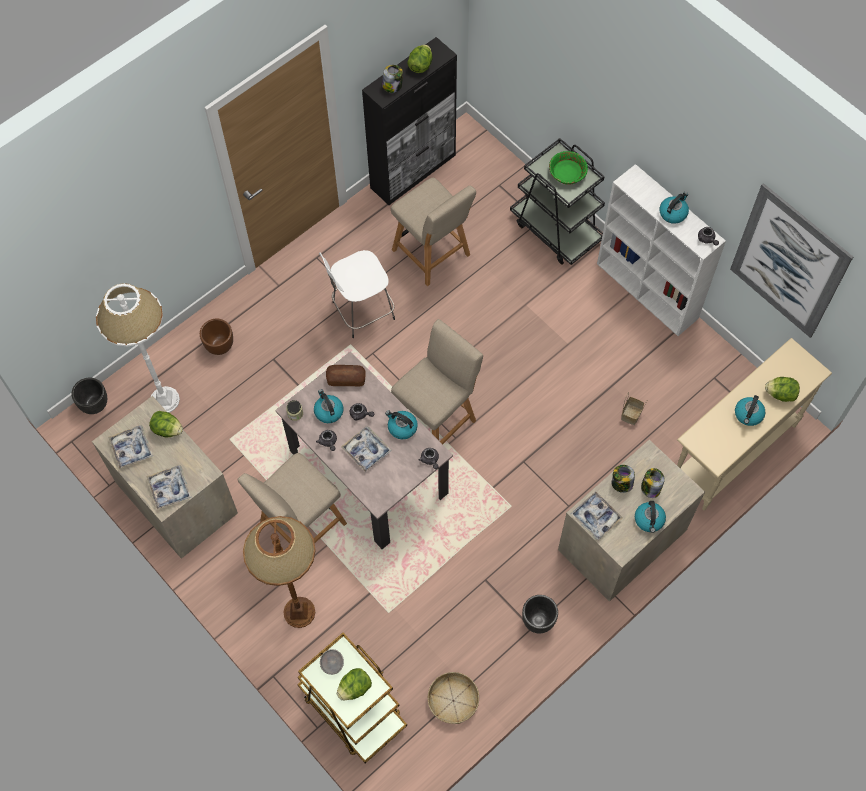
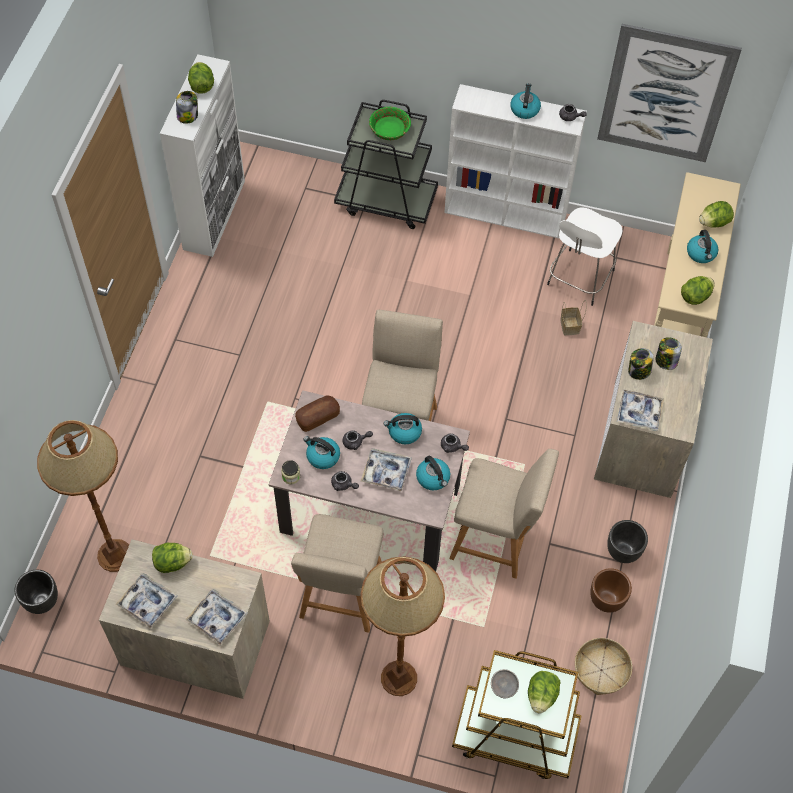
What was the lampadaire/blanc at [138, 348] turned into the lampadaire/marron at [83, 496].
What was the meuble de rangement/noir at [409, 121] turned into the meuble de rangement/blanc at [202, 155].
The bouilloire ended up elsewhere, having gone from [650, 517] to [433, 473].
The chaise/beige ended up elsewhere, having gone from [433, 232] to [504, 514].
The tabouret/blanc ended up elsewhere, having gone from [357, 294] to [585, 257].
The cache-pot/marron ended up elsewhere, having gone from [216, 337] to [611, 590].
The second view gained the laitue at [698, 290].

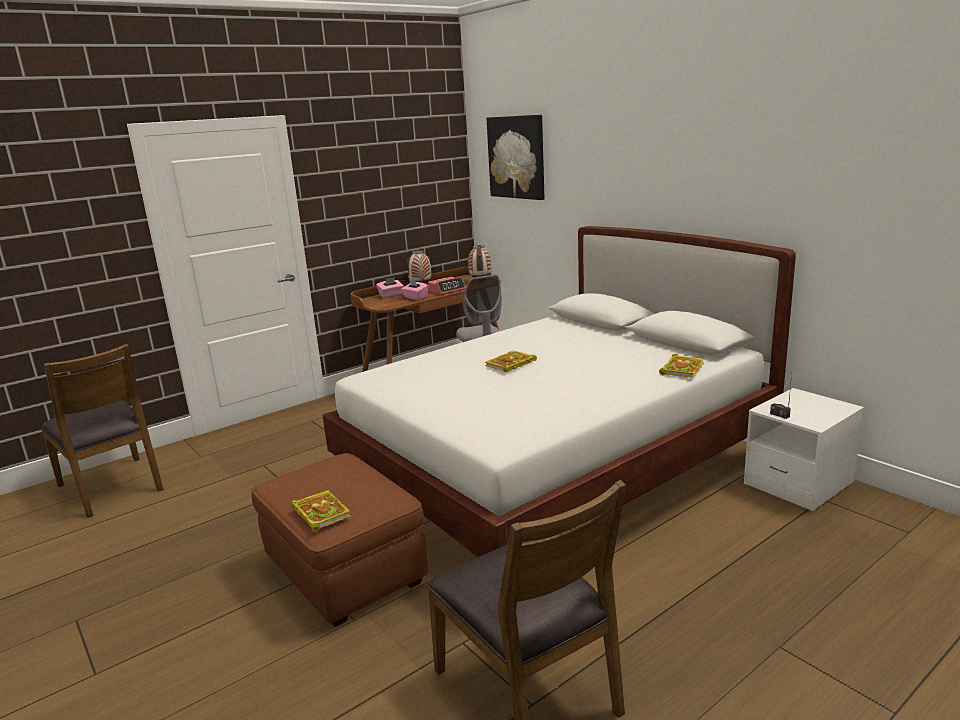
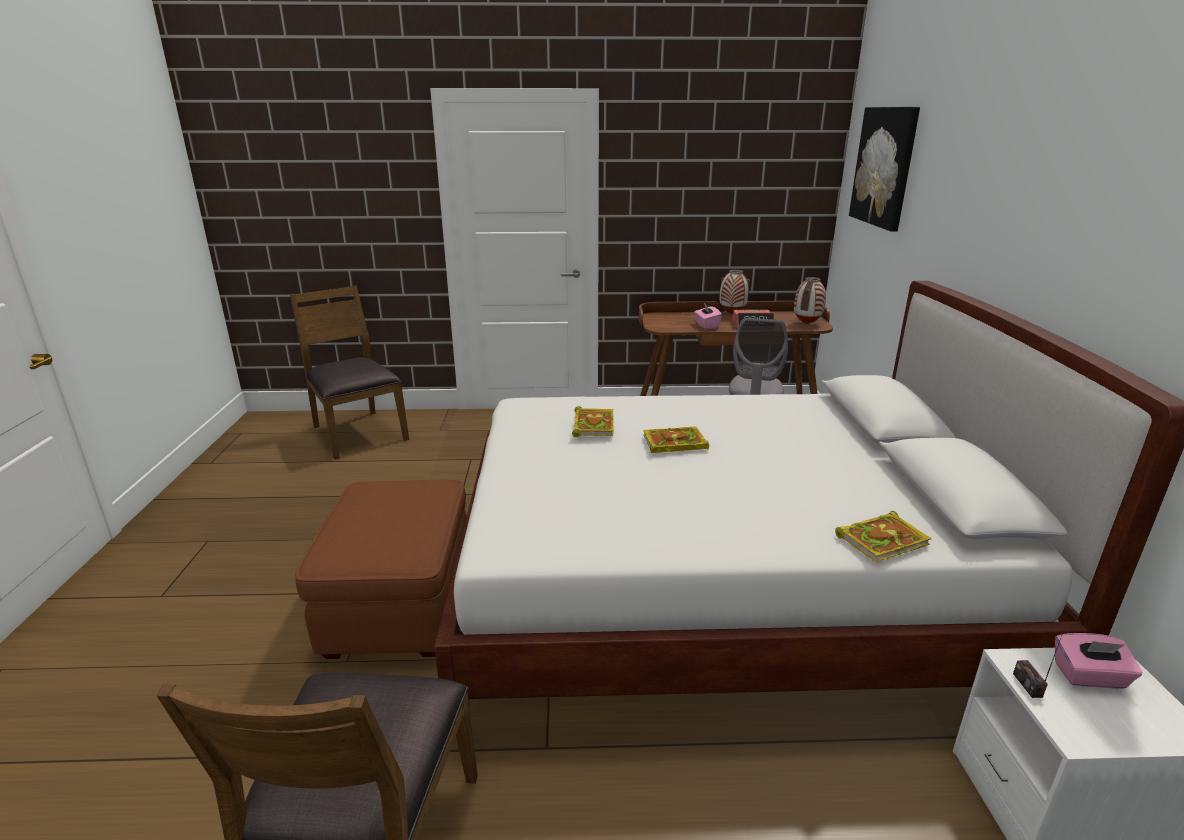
The chaise/marron at [102, 431] ended up facing another way, 150 degrees clockwise from before.
The livre ended up elsewhere, having gone from [320, 511] to [593, 421].
The boîte à mouchoirs/rose ended up elsewhere, having gone from [390, 287] to [1099, 661].

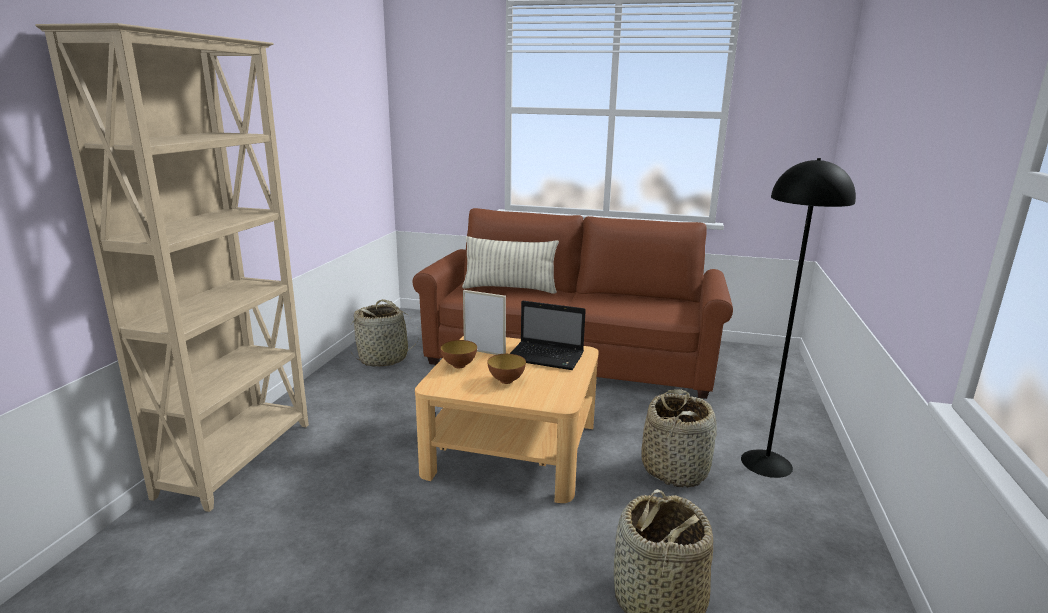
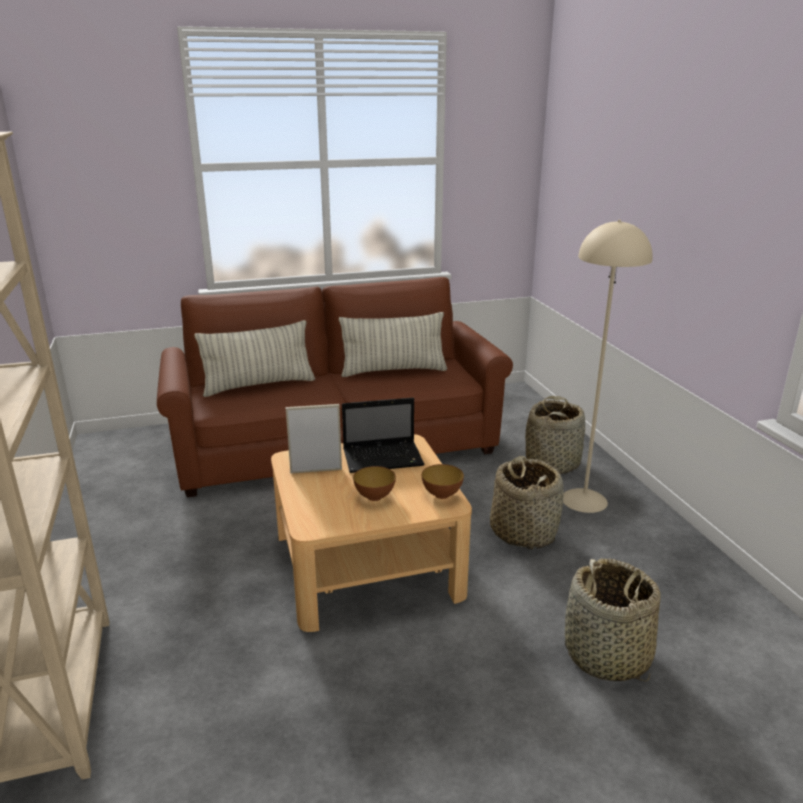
The second view gained the coussin at [393, 344].
The bol ended up elsewhere, having gone from [459, 354] to [443, 481].
The panier ended up elsewhere, having gone from [384, 333] to [555, 435].
What was the lampadaire/noir at [798, 318] turned into the lampadaire/beige at [608, 366].

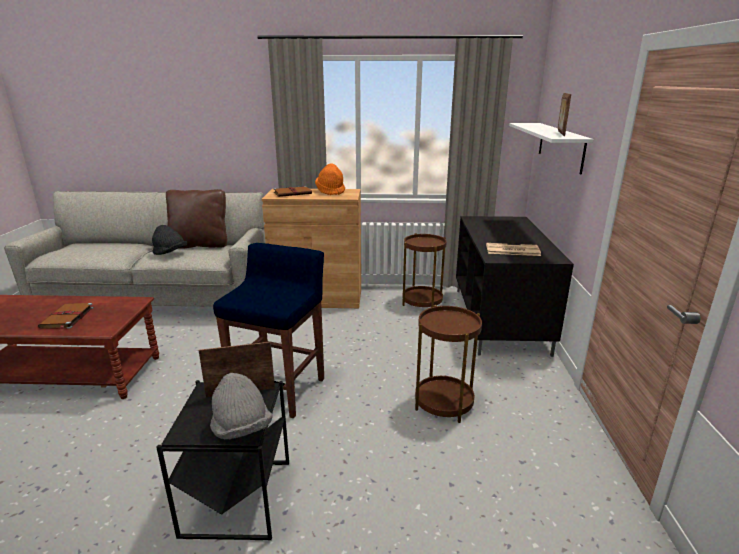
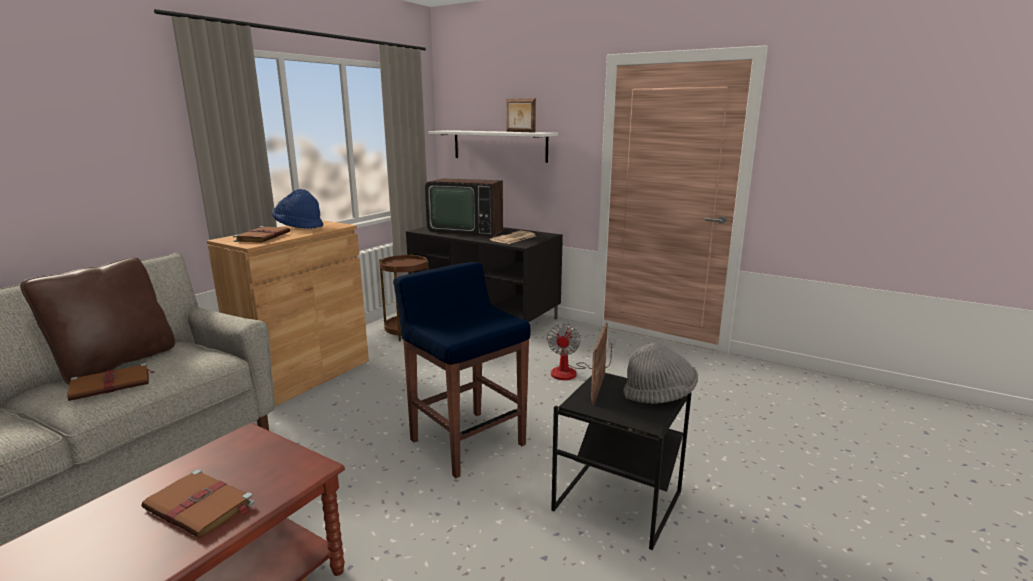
Where the chapeau/noir stood at [169, 240], the livre/marron came to stand at [111, 382].
What was the chapeau/orange at [330, 179] turned into the chapeau/bleu at [297, 209].
The second view gained the téléviseur at [464, 207].
Where the table d'appoint/marron stood at [448, 364], the ventilateur came to stand at [581, 352].

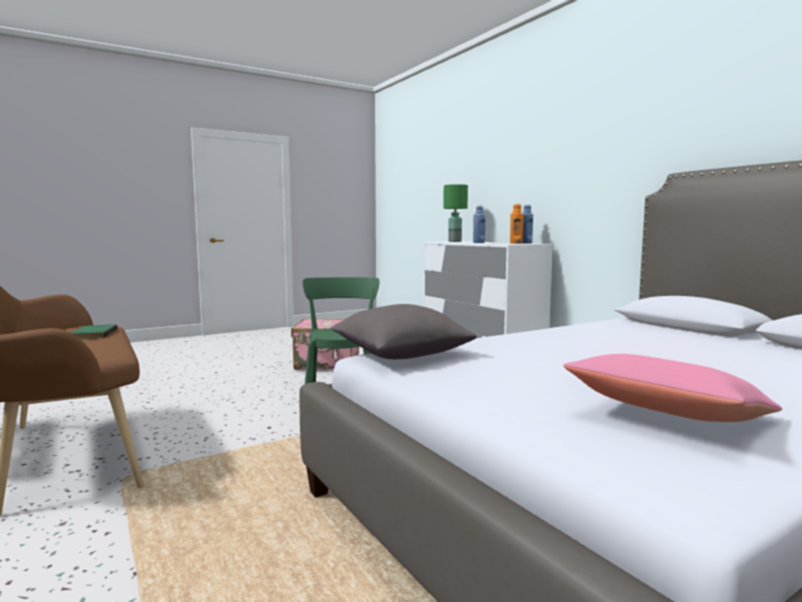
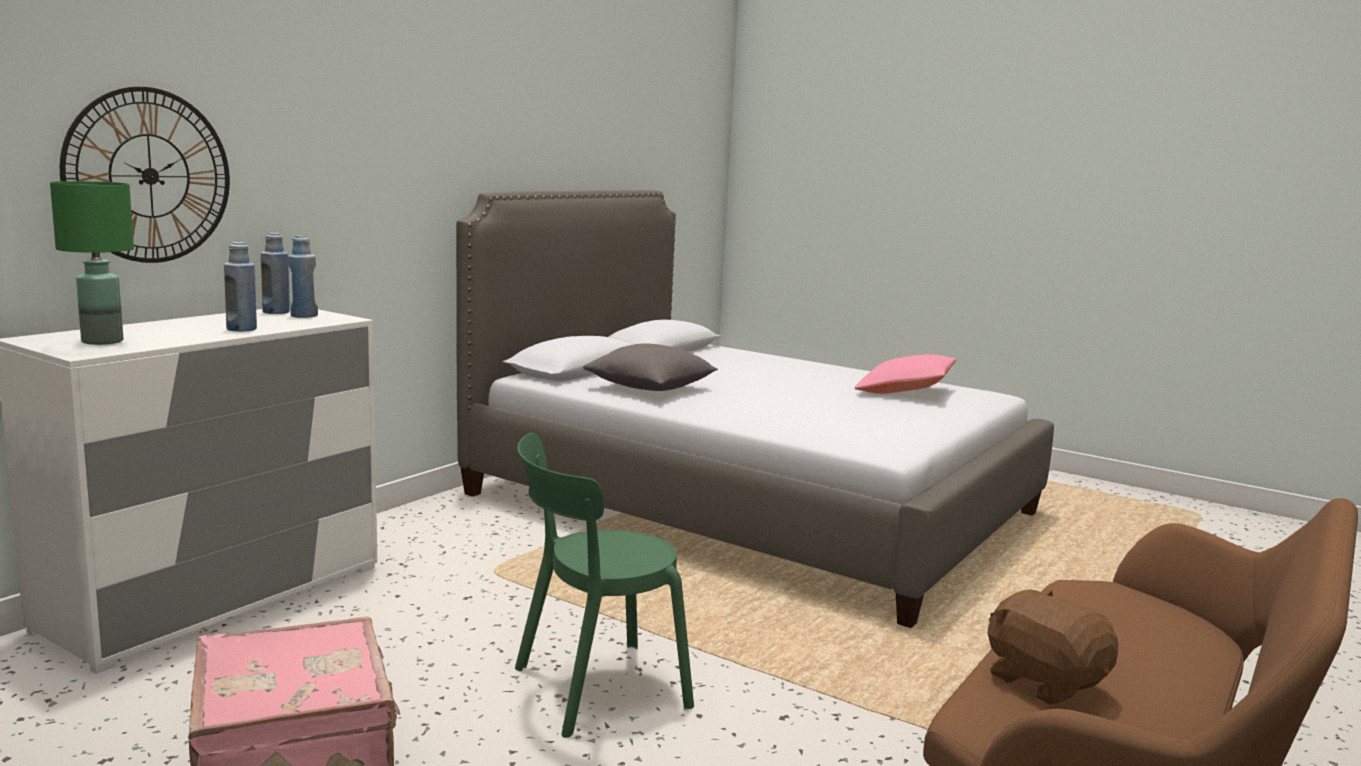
The second view gained the horloge murale at [145, 175].
What was the bouteille/orange at [516, 224] turned into the bouteille/bleu at [303, 277].
The coussin/gris ended up elsewhere, having gone from [403, 331] to [650, 367].
Where the livre/vert stood at [94, 331], the peluche/marron came to stand at [1053, 646].

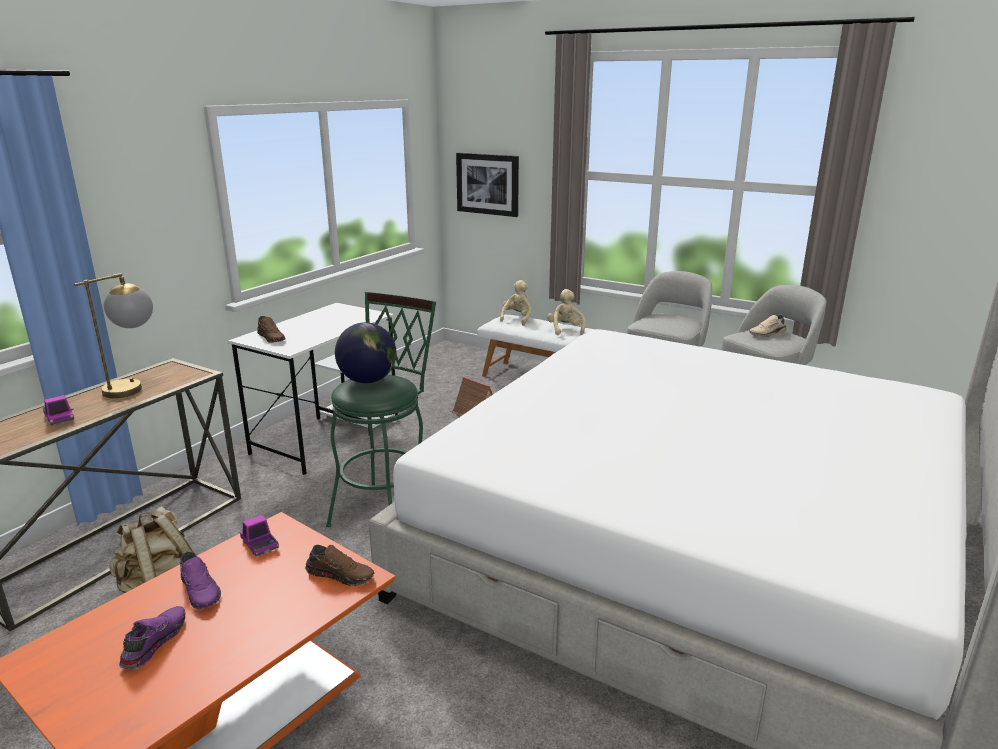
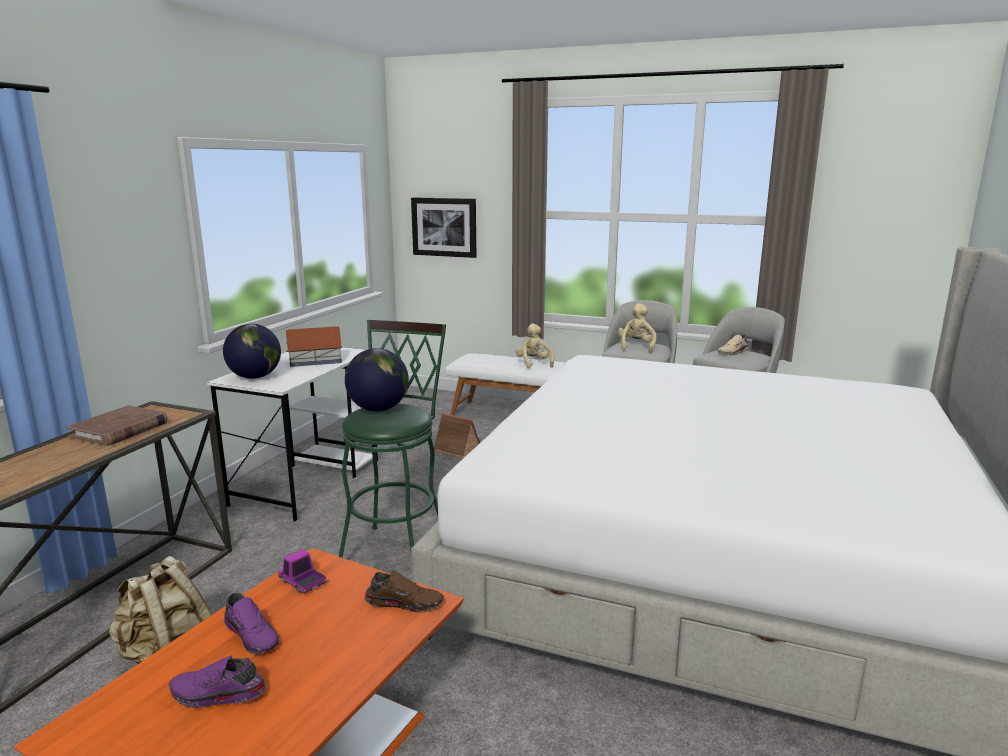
Where the lampe de table stood at [113, 335], the livre/marron came to stand at [117, 425].
The chaussure/violet at [152, 637] ended up facing another way, 90 degrees counterclockwise from before.
Where the chaussure/marron stood at [271, 329], the globe came to stand at [252, 351].
The second view gained the maison miniature at [314, 346].
The peluche/beige ended up elsewhere, having gone from [516, 303] to [637, 328].
The second view lost the camion jouet at [58, 410].

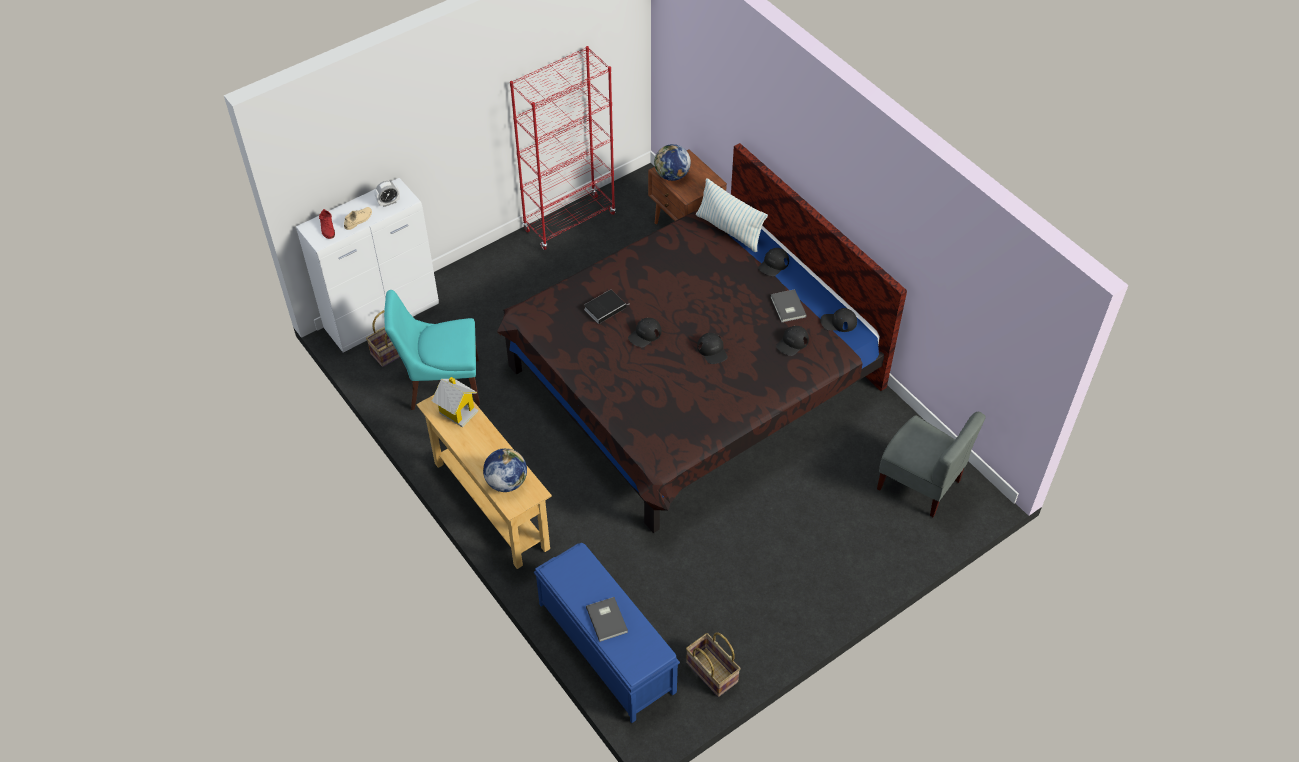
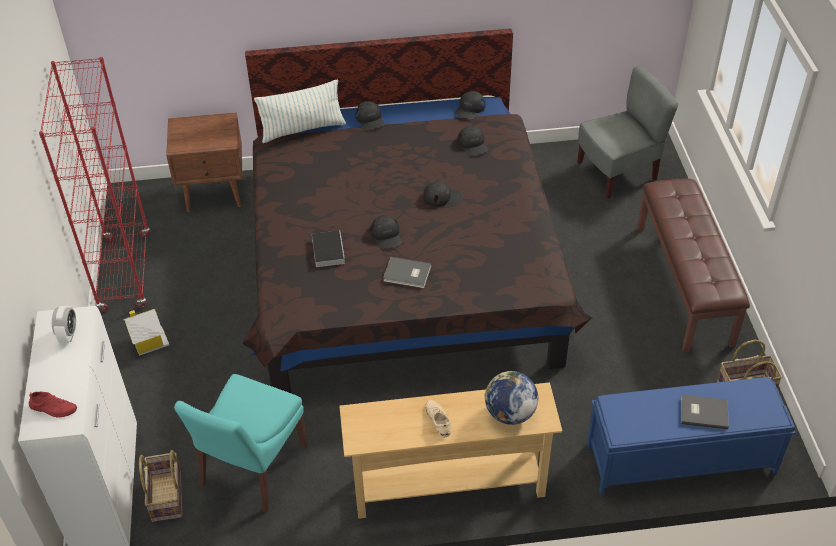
The maison miniature ended up elsewhere, having gone from [455, 402] to [146, 332].
The livre/gris ended up elsewhere, having gone from [789, 306] to [407, 272].
The chaussure/beige ended up elsewhere, having gone from [358, 218] to [438, 419].
The second view gained the banc/marron at [693, 265].
The second view lost the globe at [672, 162].

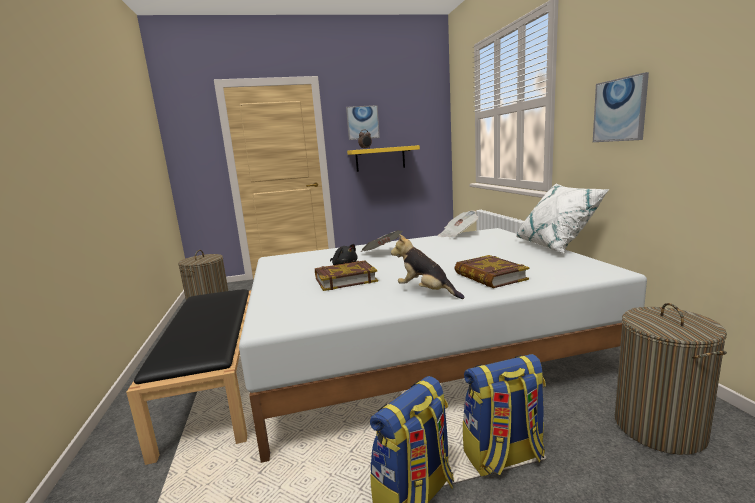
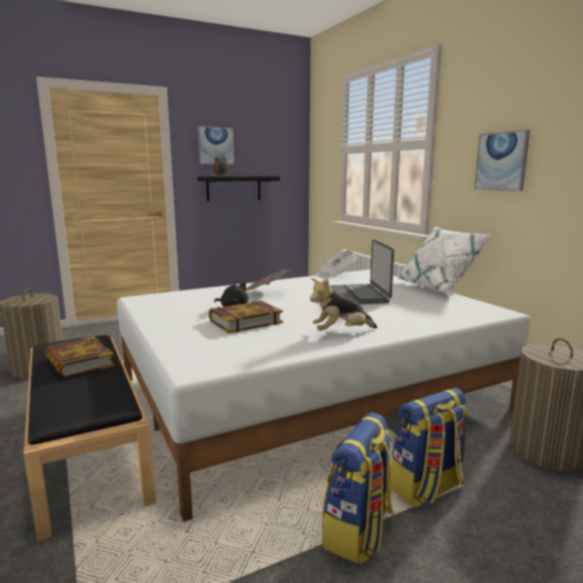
The livre ended up elsewhere, having gone from [491, 271] to [80, 357].
What was the étagère/jaune at [383, 158] turned into the étagère/noir at [238, 188].
The peluche at [428, 266] ended up facing another way, 45 degrees counterclockwise from before.
The second view gained the ordinateur portable at [362, 271].

